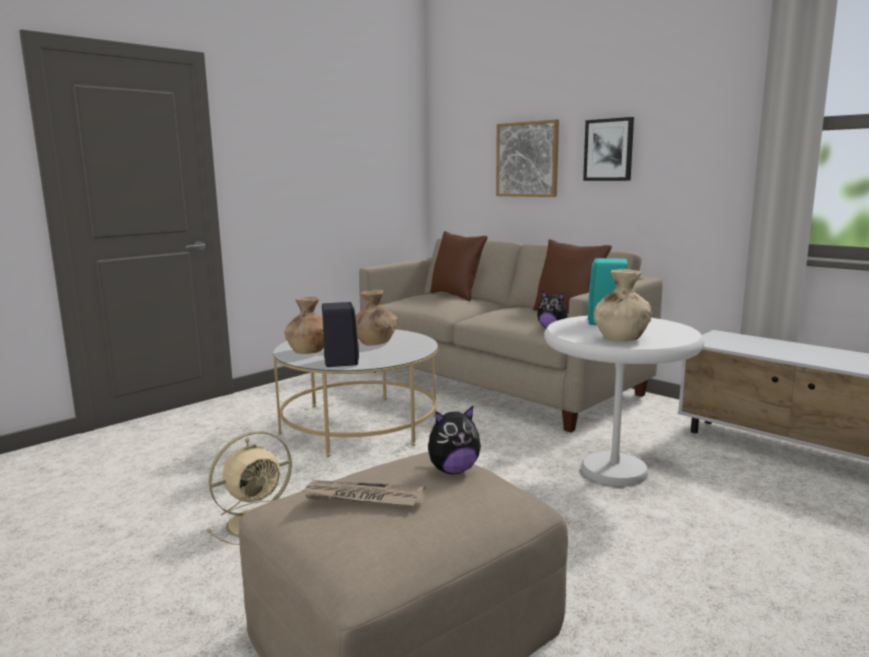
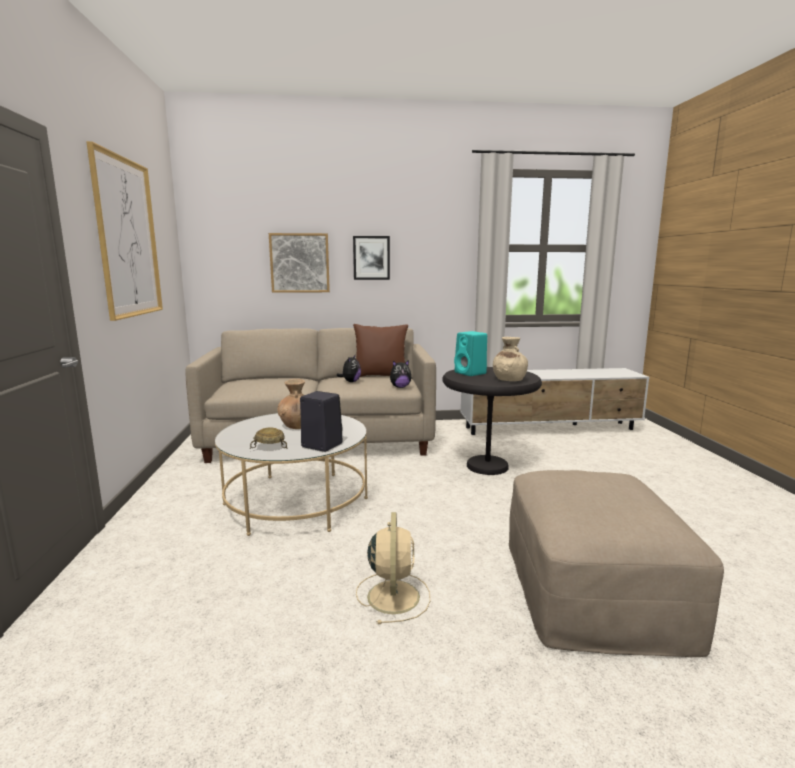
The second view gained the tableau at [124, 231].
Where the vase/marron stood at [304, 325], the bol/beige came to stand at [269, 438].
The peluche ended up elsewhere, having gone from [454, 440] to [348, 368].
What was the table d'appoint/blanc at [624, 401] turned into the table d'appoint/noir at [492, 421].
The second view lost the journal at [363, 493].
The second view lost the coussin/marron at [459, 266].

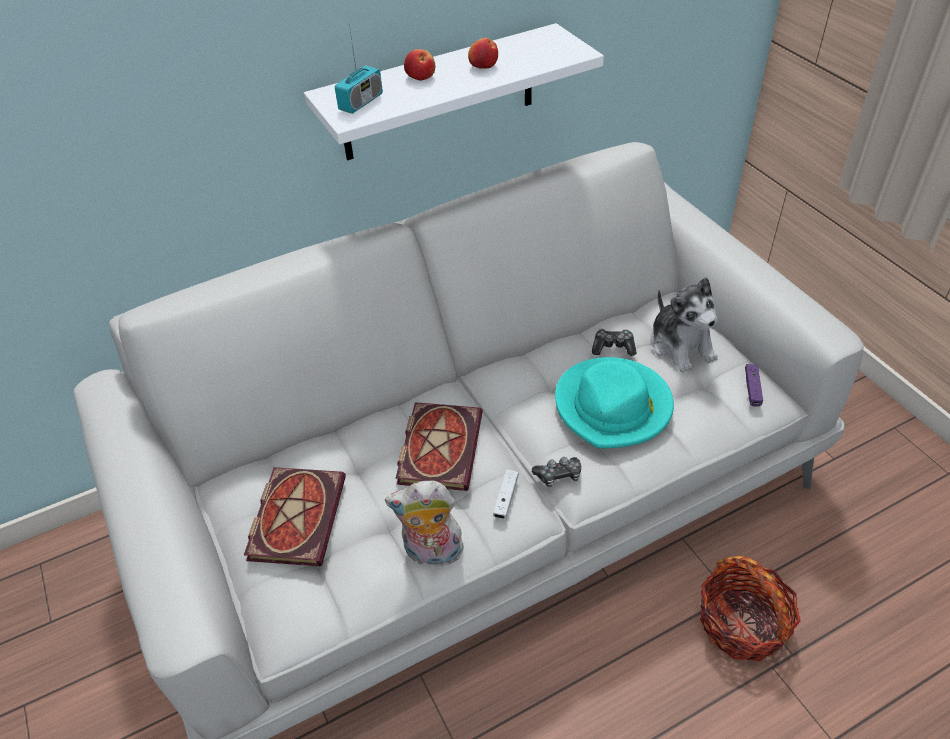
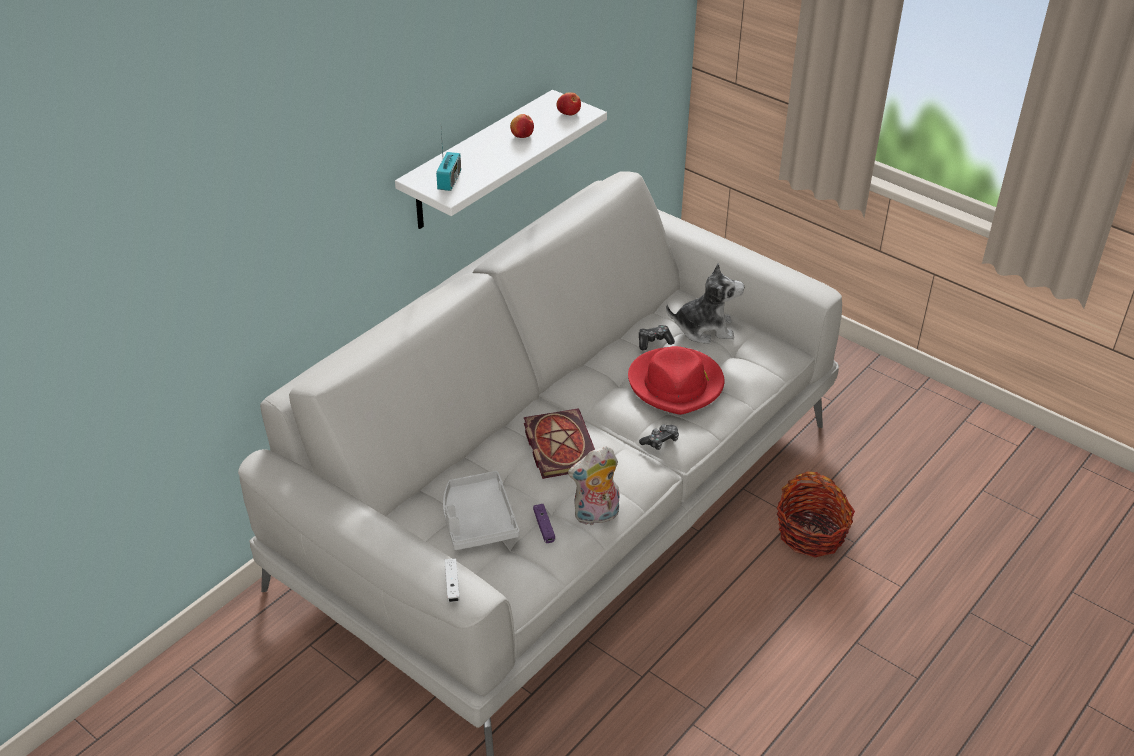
Where the livre stood at [295, 516], the plateau/gris came to stand at [481, 510].
The manette/blanc ended up elsewhere, having gone from [505, 494] to [452, 580].
The manette/violet ended up elsewhere, having gone from [754, 385] to [544, 523].
The pomme ended up elsewhere, having gone from [419, 64] to [569, 104].
What was the chapeau/turquoise at [614, 402] turned into the chapeau/rouge at [676, 380].
The peluche at [684, 325] ended up facing another way, 45 degrees counterclockwise from before.

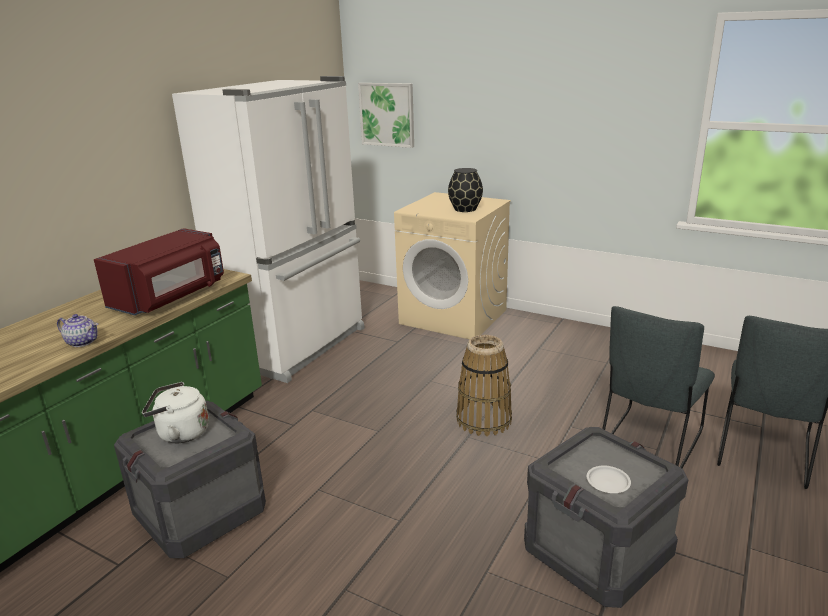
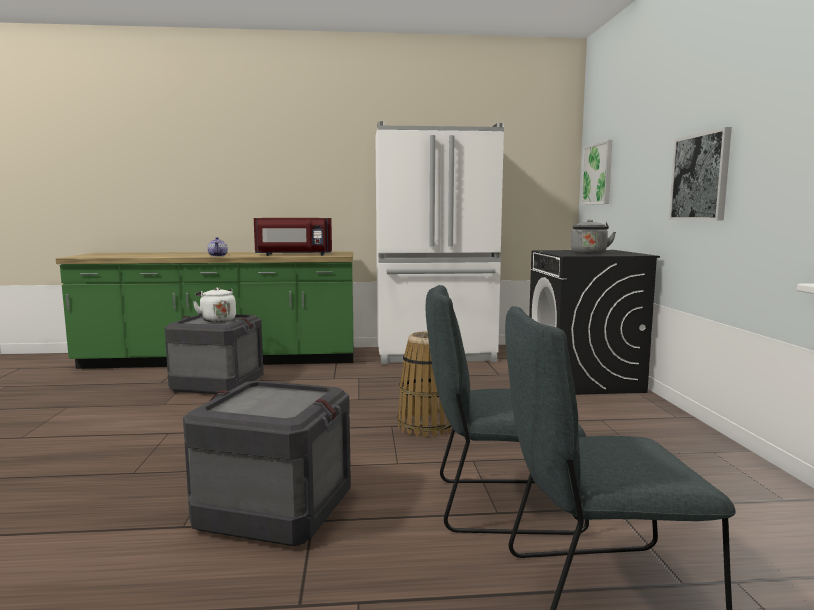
What was the lave-linge/beige at [452, 265] turned into the lave-linge/noir at [594, 322].
Where the vase/noir stood at [465, 190], the bouilloire/gris came to stand at [593, 236].
The second view gained the tableau at [700, 173].
The second view lost the assiette/blanc at [609, 479].

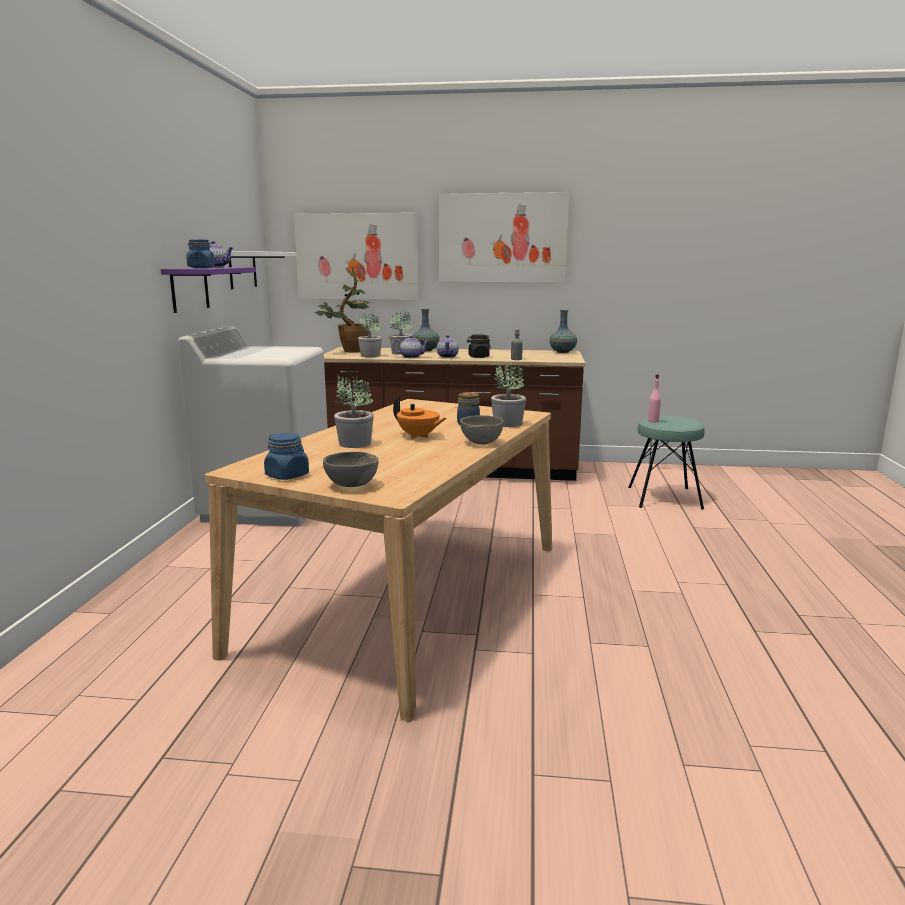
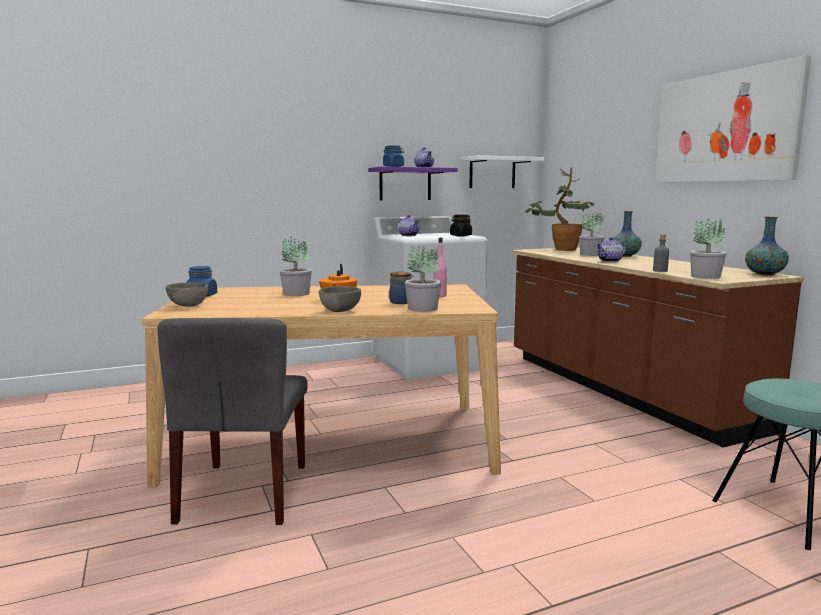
The second view gained the chaise/gris at [232, 421].
The théière ended up elsewhere, having gone from [411, 346] to [408, 225].
The bouteille/rose ended up elsewhere, having gone from [654, 398] to [441, 267].
The bocal/noir ended up elsewhere, having gone from [479, 346] to [461, 226].
The plante en pot ended up elsewhere, having gone from [370, 334] to [708, 249].
The second view lost the tableau at [356, 256].

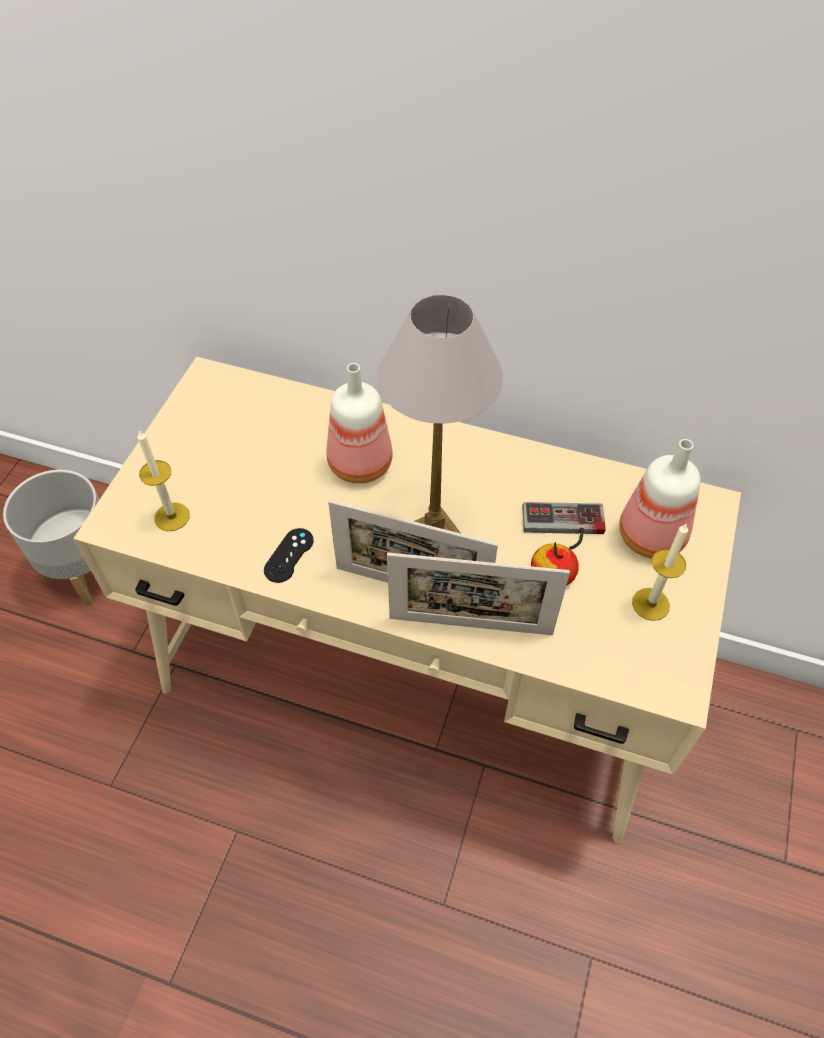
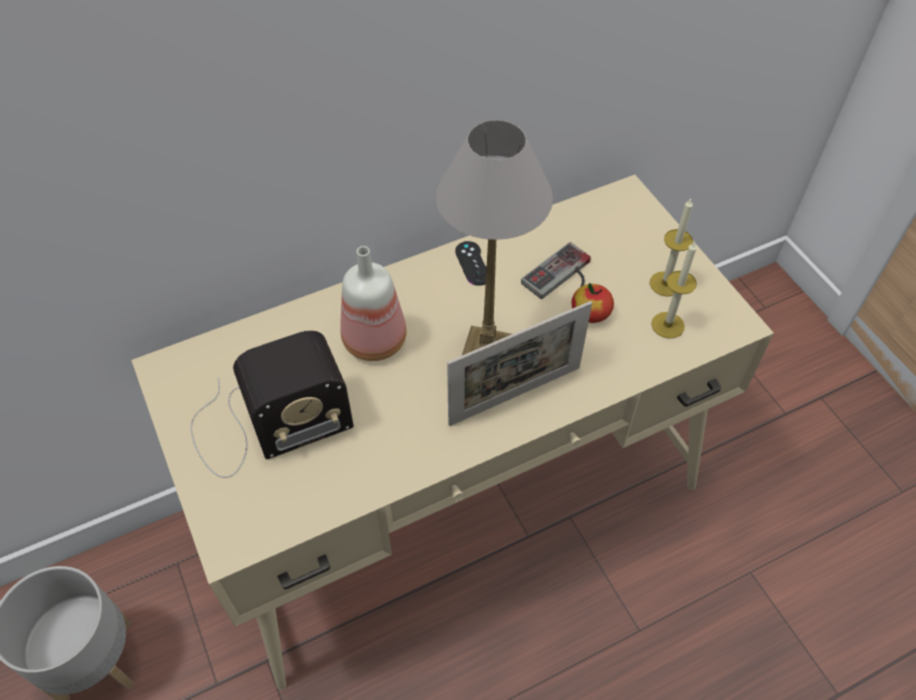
The second view gained the radio at [272, 404].
The manette/noir ended up elsewhere, having gone from [289, 555] to [470, 263].
The bougie ended up elsewhere, having gone from [163, 480] to [674, 290].
The second view lost the cadre photo at [478, 594].
The second view lost the bouteille at [660, 498].

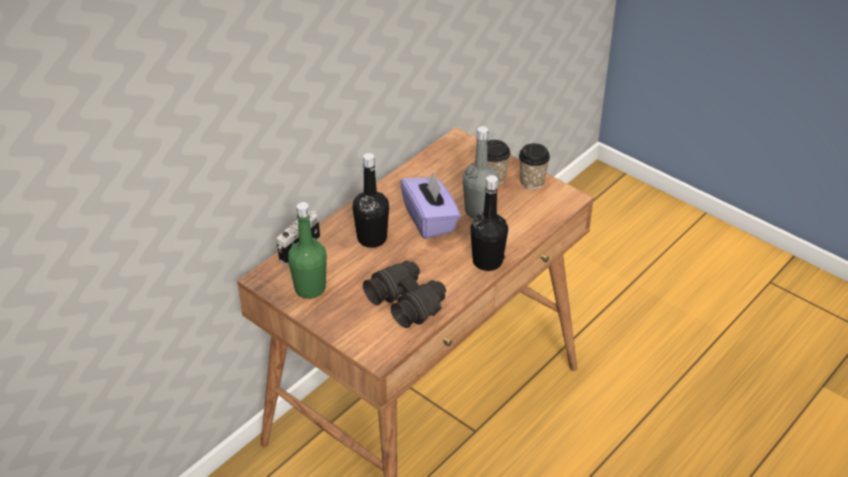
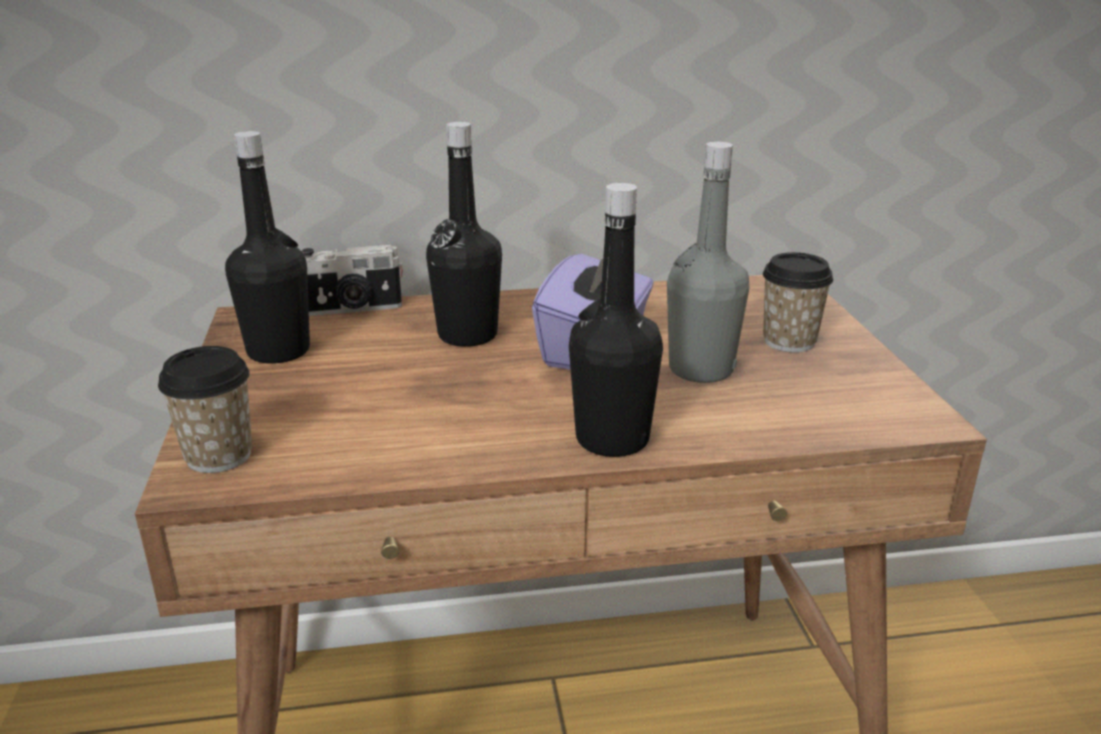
The tasse ended up elsewhere, having gone from [534, 166] to [205, 409].
What was the bouteille/vert at [307, 250] turned into the bouteille/noir at [267, 247].
The second view lost the jumelles/noir at [404, 294].

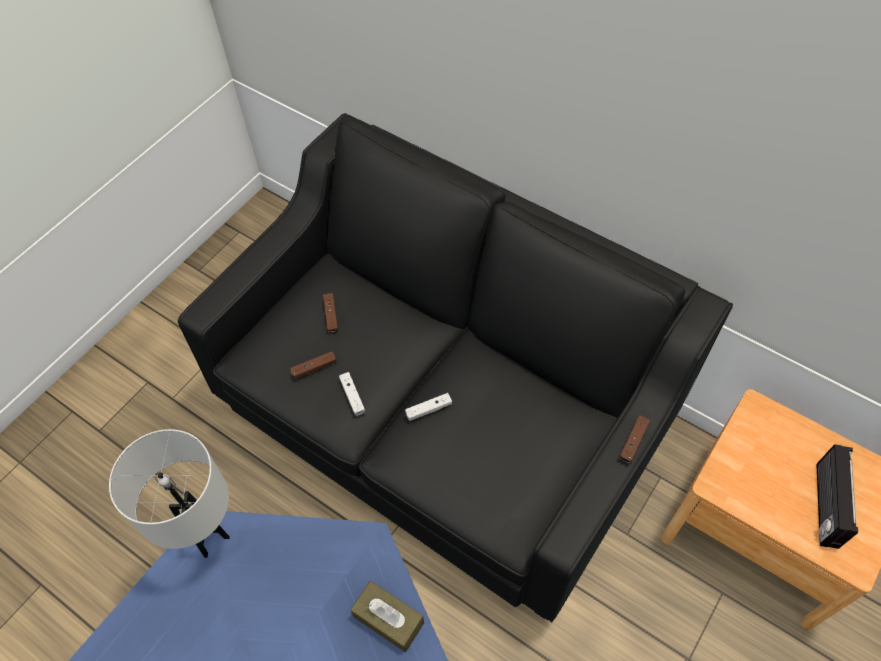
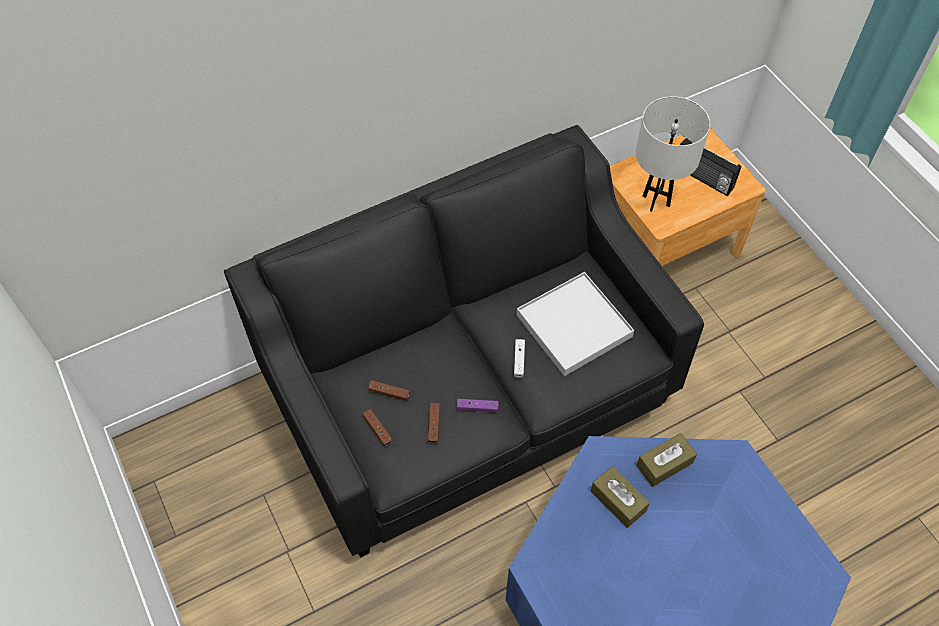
The manette/marron ended up elsewhere, having gone from [634, 439] to [378, 427].
What was the manette/blanc at [352, 394] turned into the manette/violet at [478, 405].
The second view gained the plateau/blanc at [575, 324].
The second view gained the boîte à mouchoirs/marron at [620, 497].
The lampe de table/blanc ended up elsewhere, having gone from [169, 493] to [673, 154].

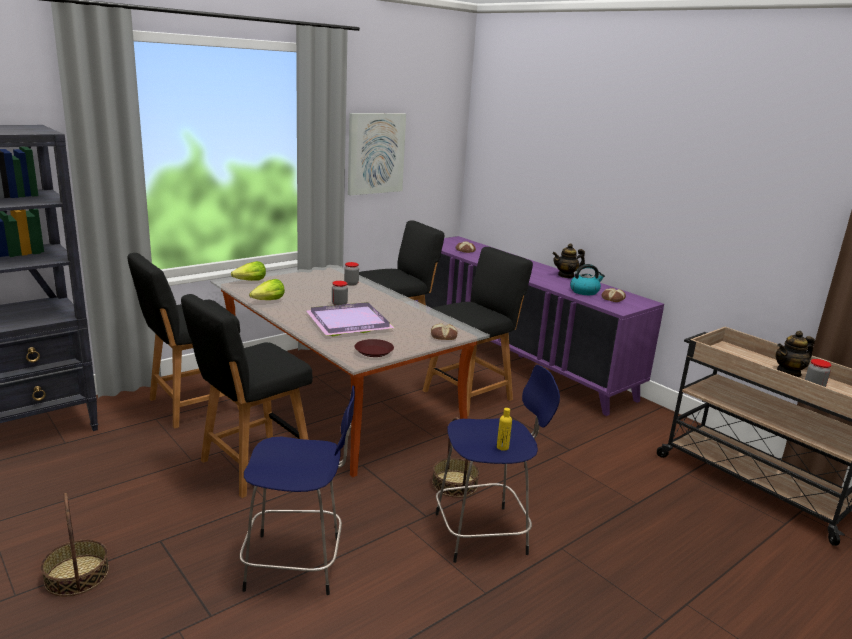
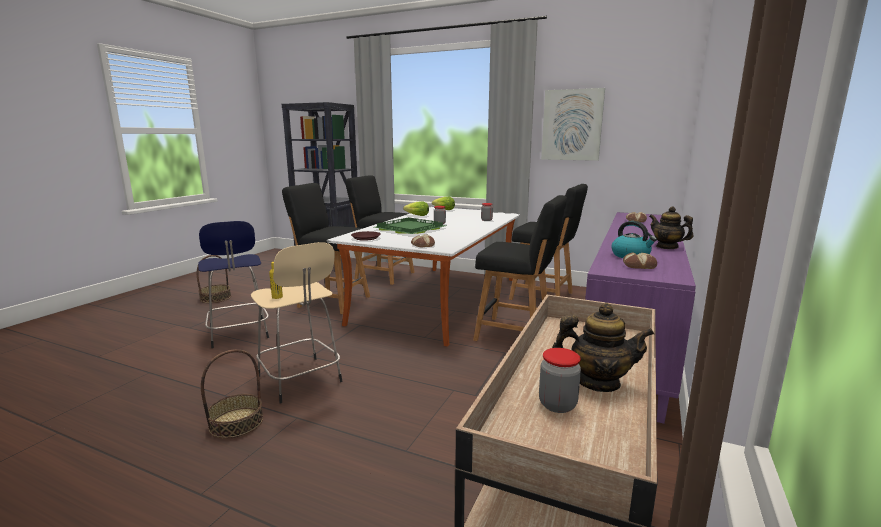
The panier ended up elsewhere, having gone from [455, 457] to [232, 394].
What was the tabouret/bleu at [497, 464] turned into the tabouret/beige at [296, 323].
What was the plateau/violet at [350, 319] turned into the plateau/vert at [410, 225].
The théière at [795, 354] ended up facing another way, 150 degrees clockwise from before.

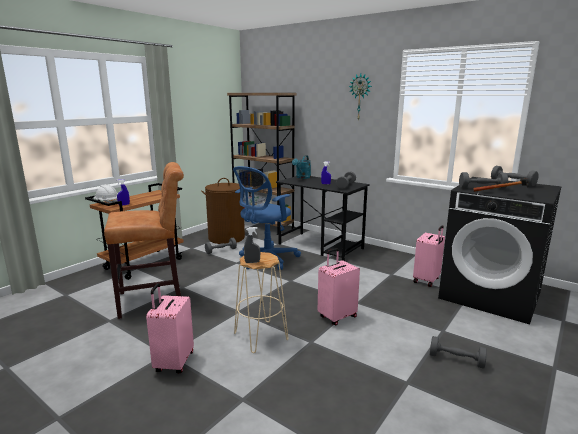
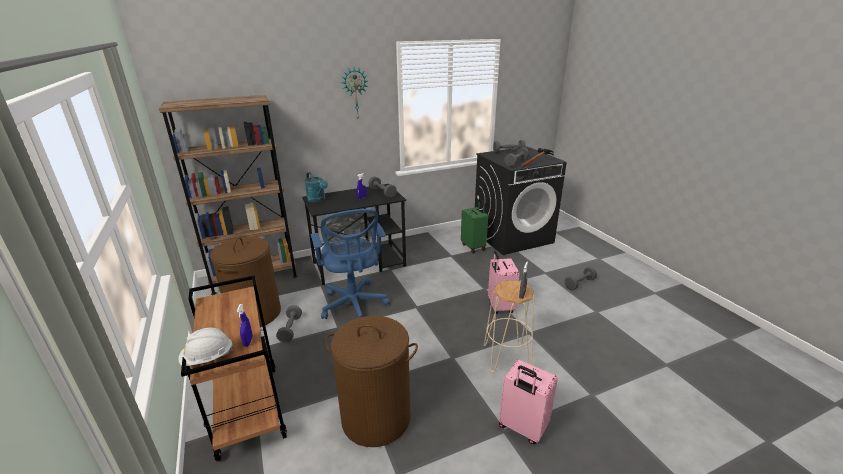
Where the tabouret/marron stood at [144, 240], the panier à linge/marron came to stand at [371, 381].
What was the valise/rose at [429, 256] turned into the valise/vert at [474, 226].

